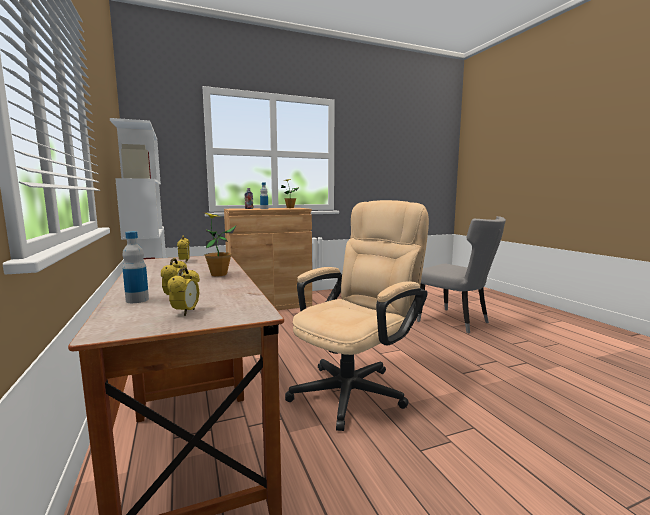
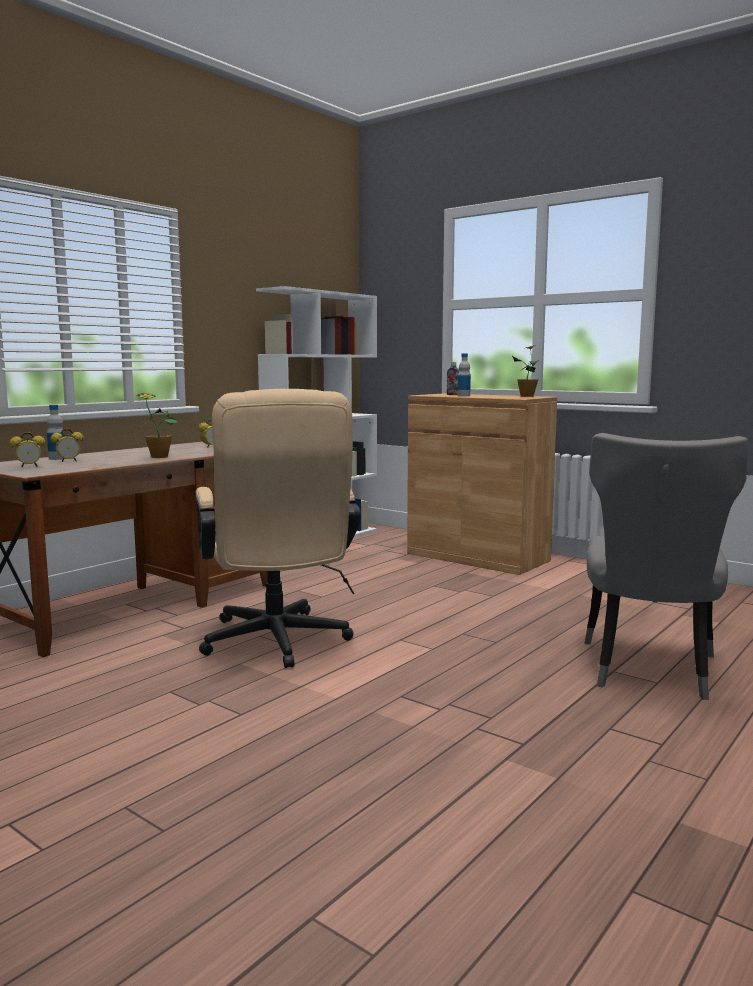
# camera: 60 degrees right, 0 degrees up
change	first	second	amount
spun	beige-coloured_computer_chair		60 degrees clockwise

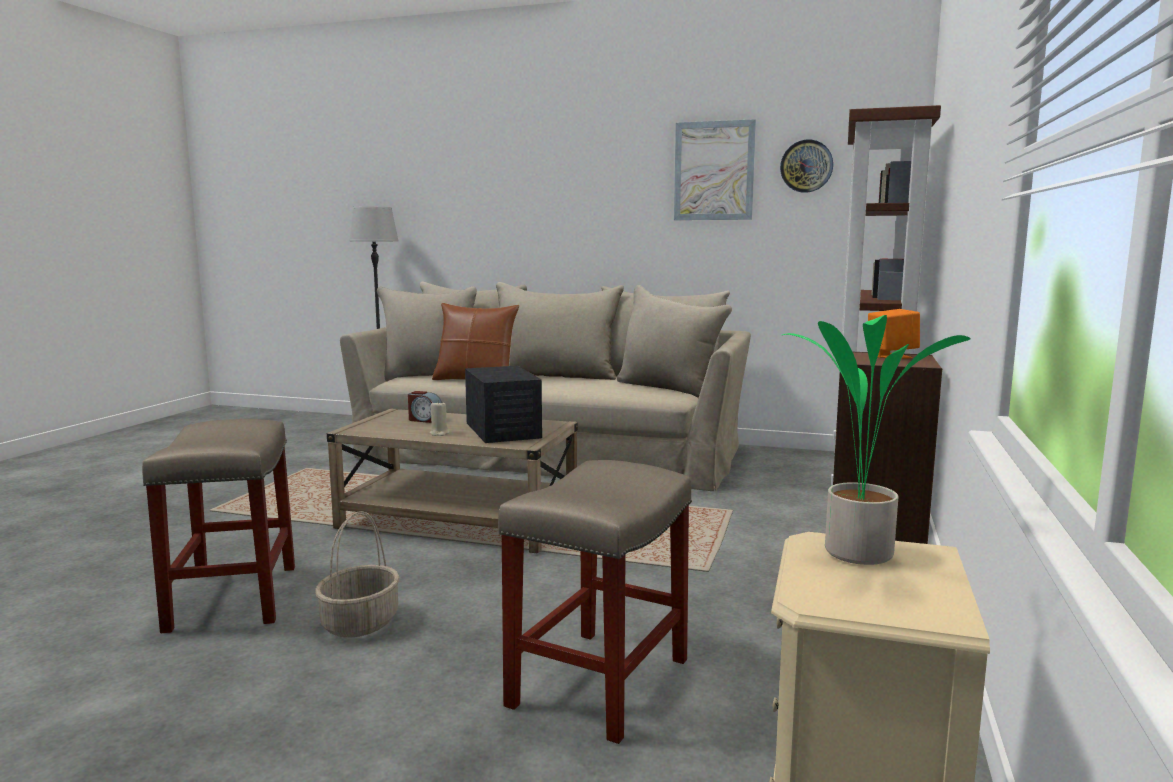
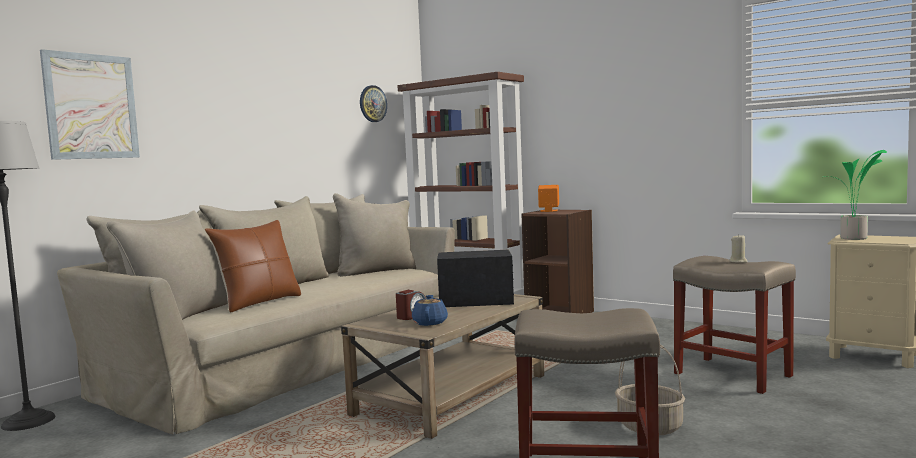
# camera: 70 degrees left, 5 degrees down
change	first	second	amount
appeared		blue-coloured_pot_for_tea	
relocated	beige-coloured_candle		
relocated	picture		

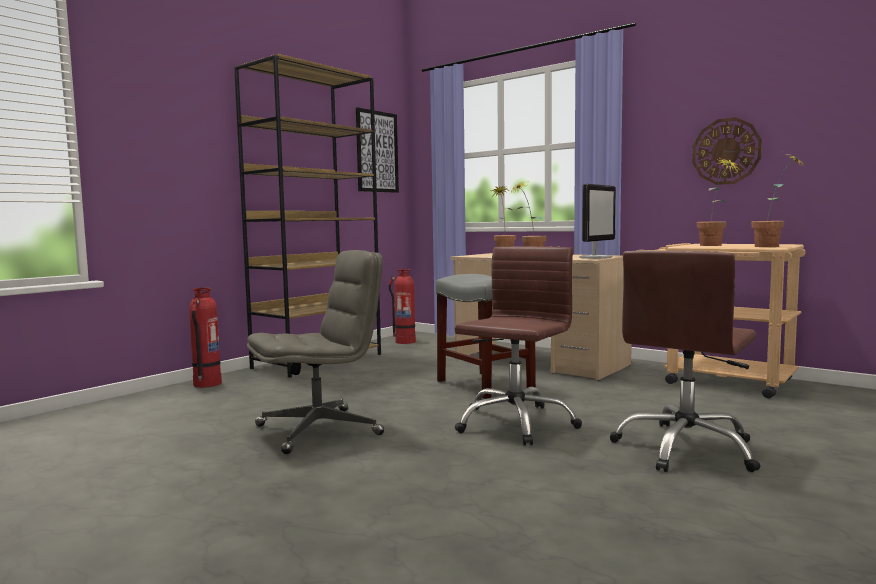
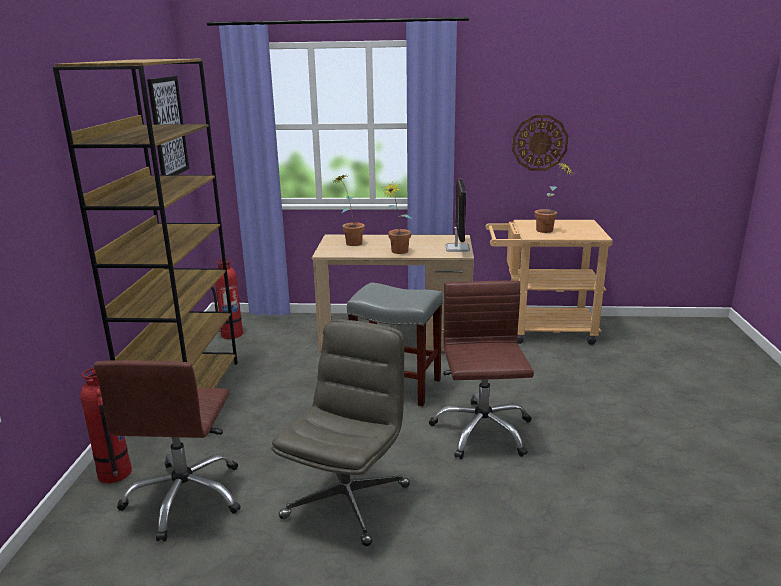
# camera: 35 degrees left, 15 degrees up
change	first	second	amount
missing	plant_in_a_pot (no. 4 from left)		
relocated	brownish_computer_chair (no. 2 from left in the first image)	brownish_computer_chair (no. 1 from left)	

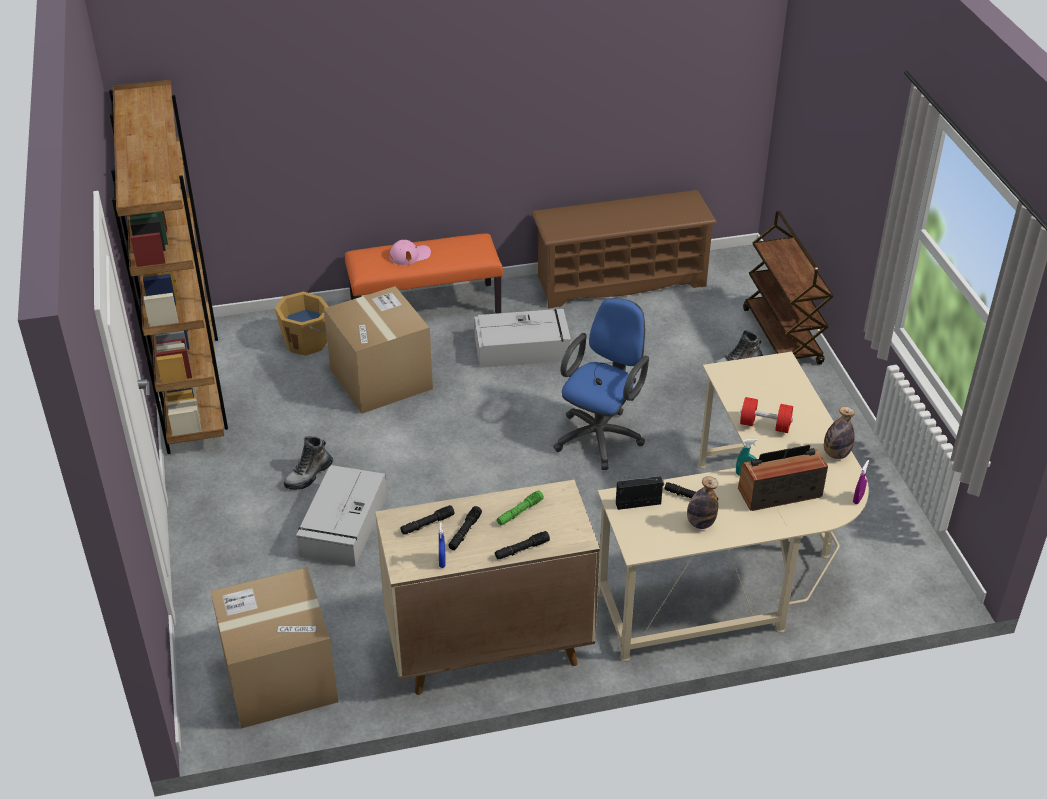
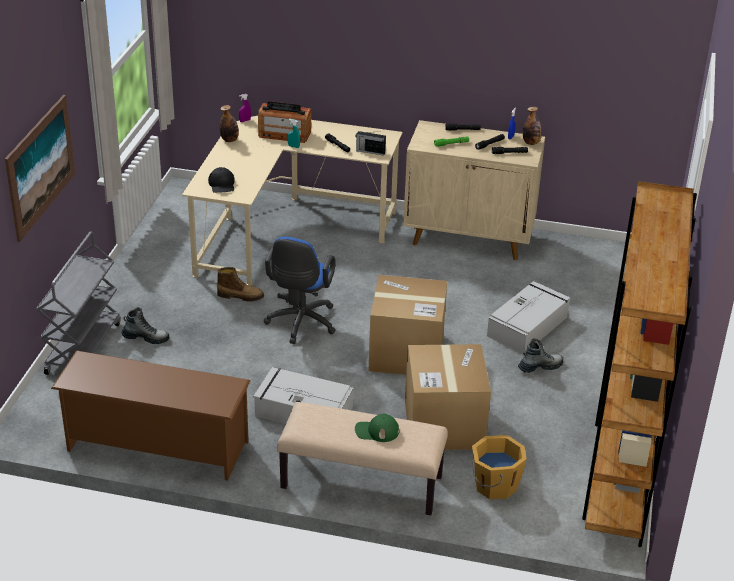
# camera: 155 degrees left, 5 degrees down
change	first	second	amount
missing	reddish_free_weight		
appeared		picture	
appeared		black-coloured_cap	
appeared		tall_boot (no. 2 from left)	
relocated	packing_box (no. 1 from left)		
relocated	drink_bottle (no. 1 from left in the first image)	drink_bottle (no. 2 from left)	
colour	orangey_bench	beige-coloured_bench	
colour	pink-coloured_cap	greenish_cap	
colour	brownish_cart	gray_cart	
spun	blue-coloured_computer_chair		45 degrees counterclockwise

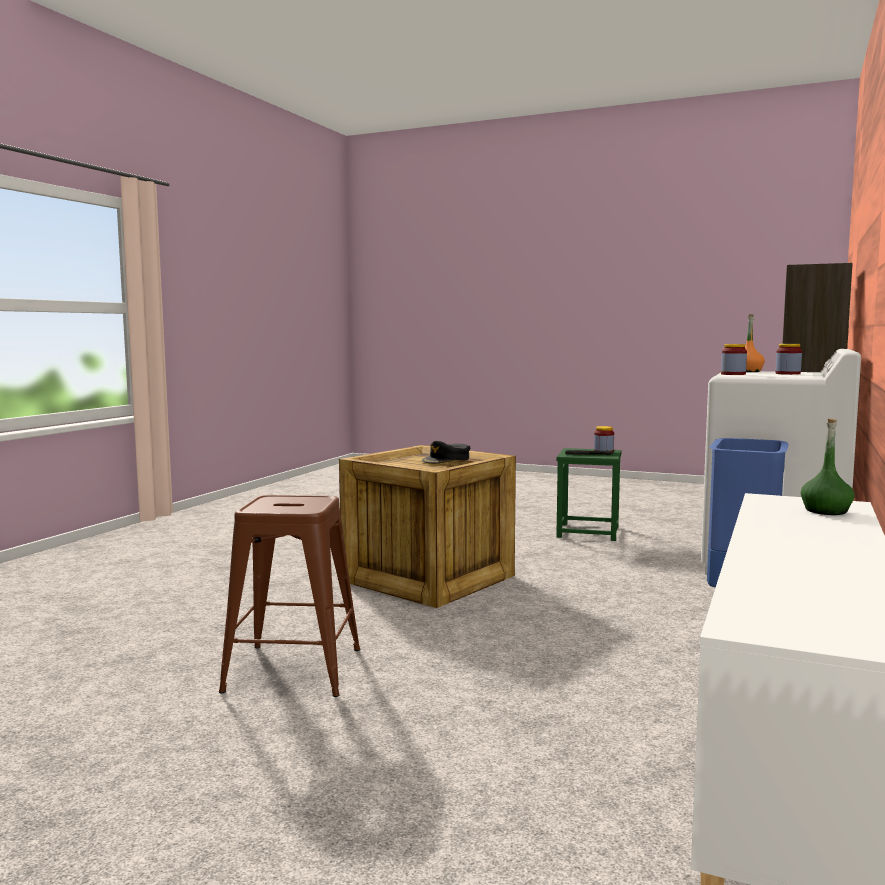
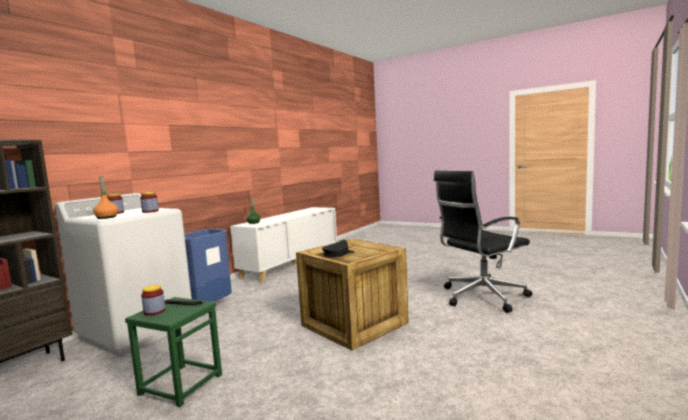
# camera: 170 degrees left, 0 degrees up
change	first	second	amount
missing	brownish_stool_seat		
appeared		black-coloured_computer_chair	

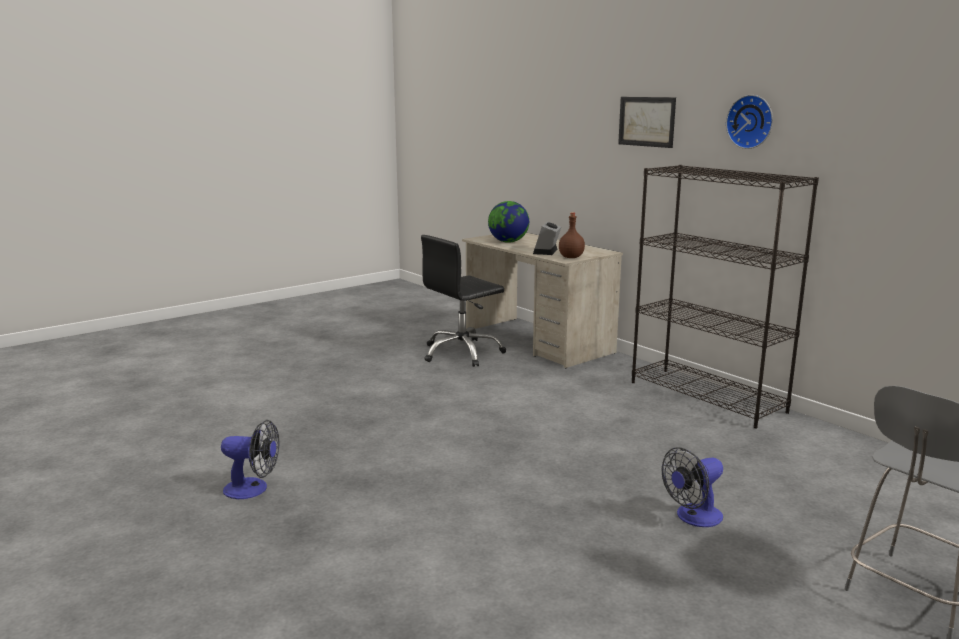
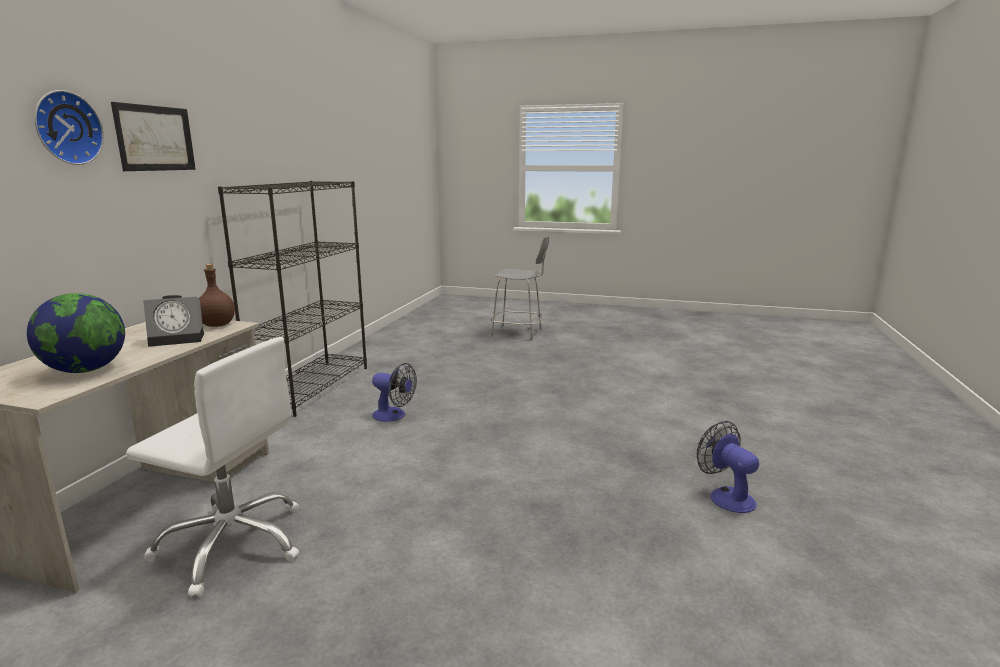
# camera: 125 degrees left, 0 degrees up
change	first	second	amount
relocated	fan (no. 2 from left in the first image)	fan (no. 1 from left)	
relocated	wall_clock		
colour	black-coloured_computer_chair	white-coloured_computer_chair	

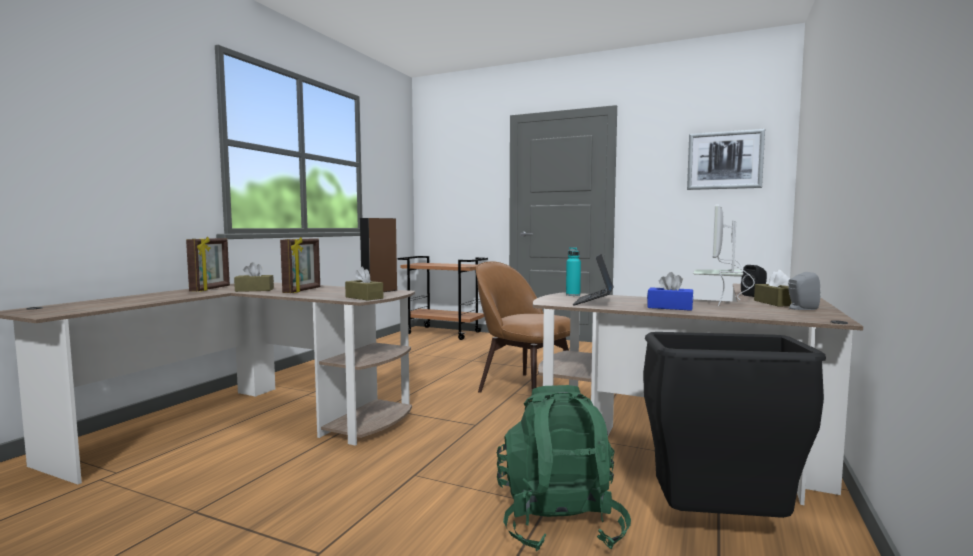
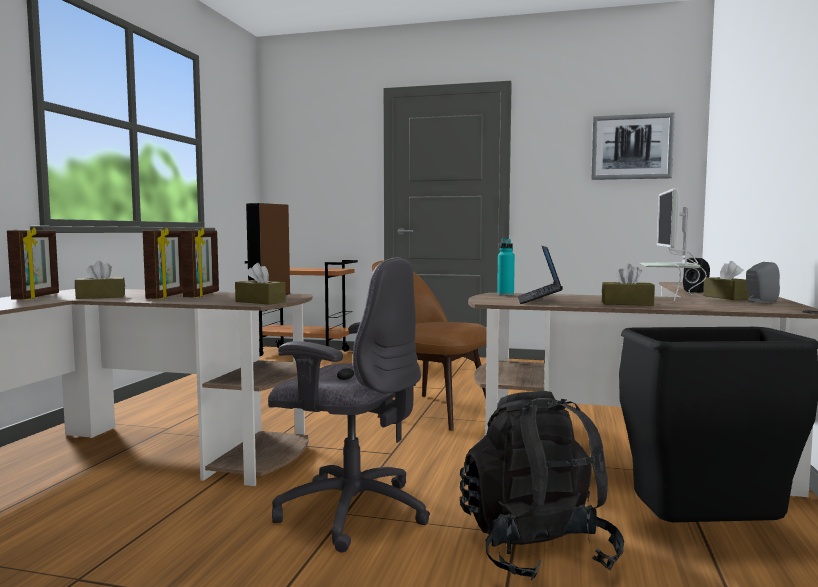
# camera: 10 degrees left, 0 degrees up
change	first	second	amount
appeared		standing_frame (no. 3 from left)	
appeared		gray_computer_chair	
colour	greenish_backpack	black-coloured_backpack	
colour	blue-coloured_tissue_box	brownish_tissue_box (no. 3 from left)	

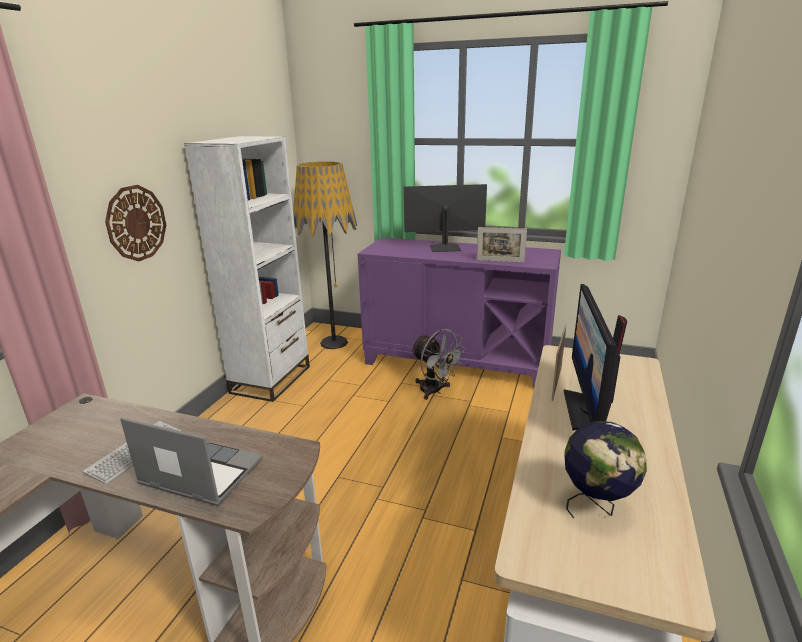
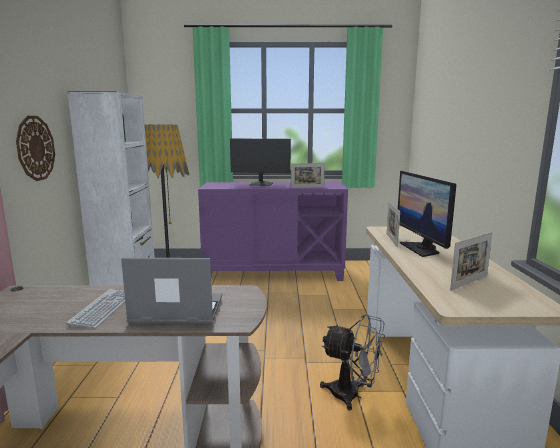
# camera: 20 degrees left, 10 degrees down
change	first	second	amount
relocated	gray_fan		
exchanged	desk_globe	standing_frame (no. 3 from left)	
spun	computer_screen (no. 1 from left)		150 degrees counterclockwise

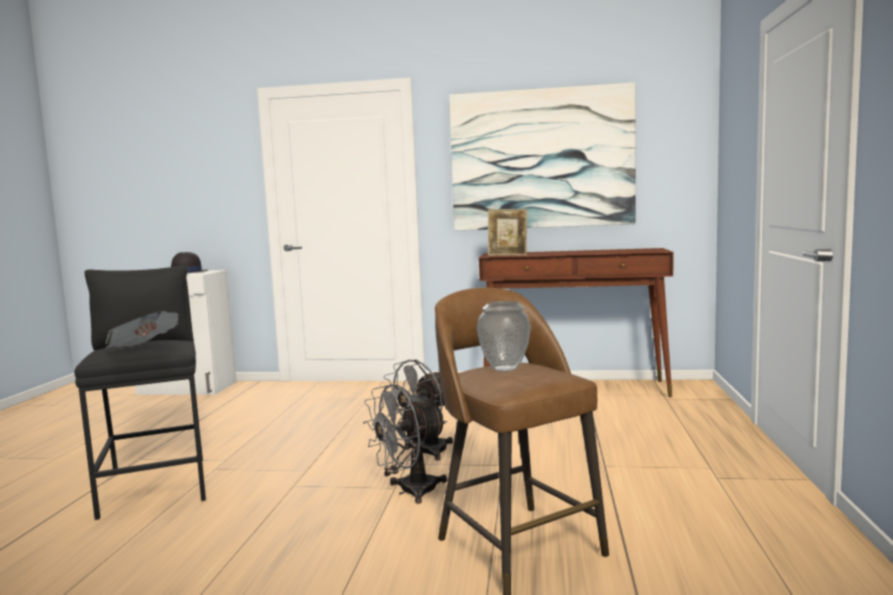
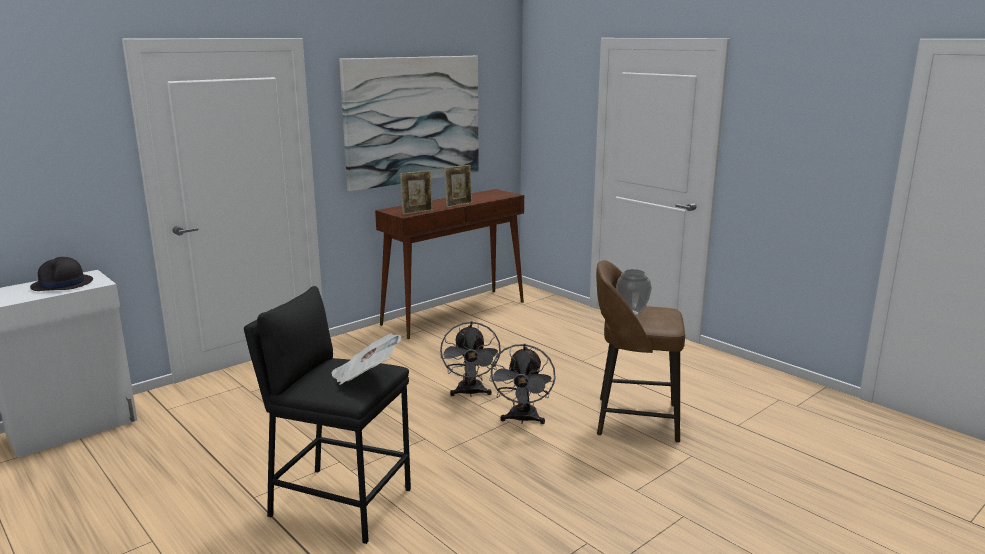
# camera: 50 degrees left, 10 degrees up
change	first	second	amount
appeared		standing_frame (no. 2 from left)	

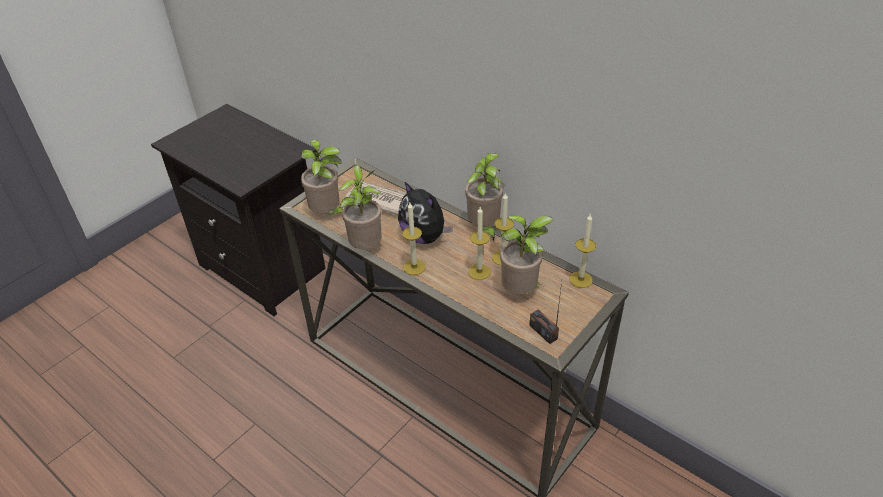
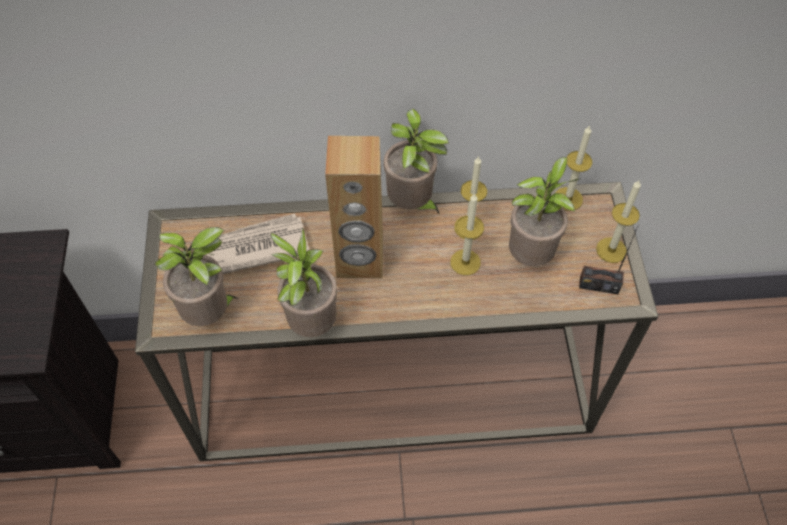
# camera: 45 degrees left, 15 degrees up
change	first	second	amount
relocated	candle (no. 1 from left in the first image)	candle (no. 4 from left)	
exchanged	plush_toy	brownish_loudspeaker	

